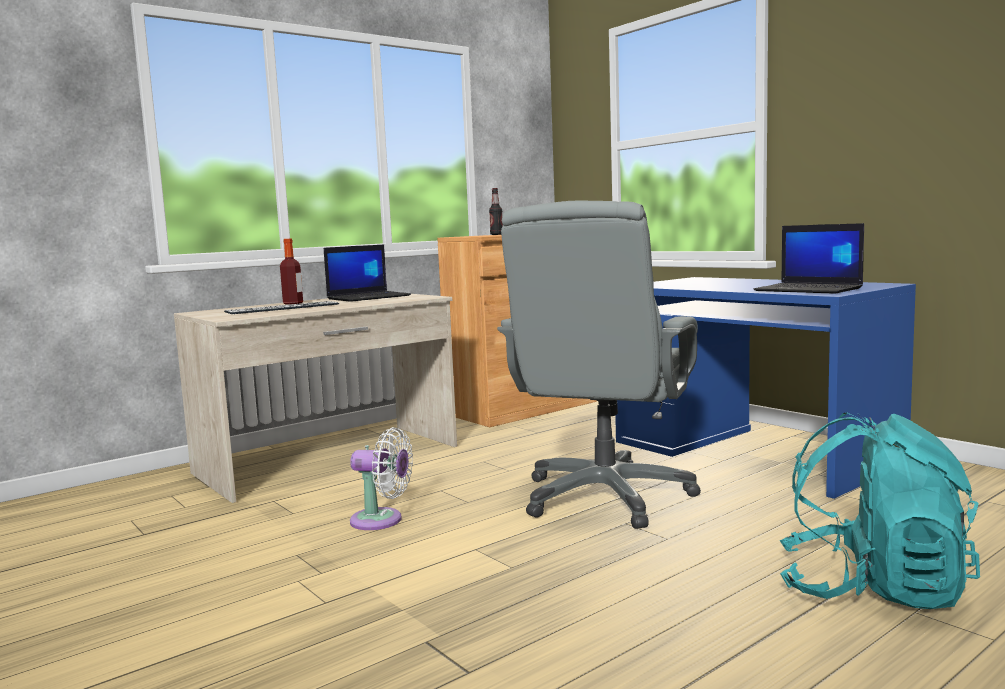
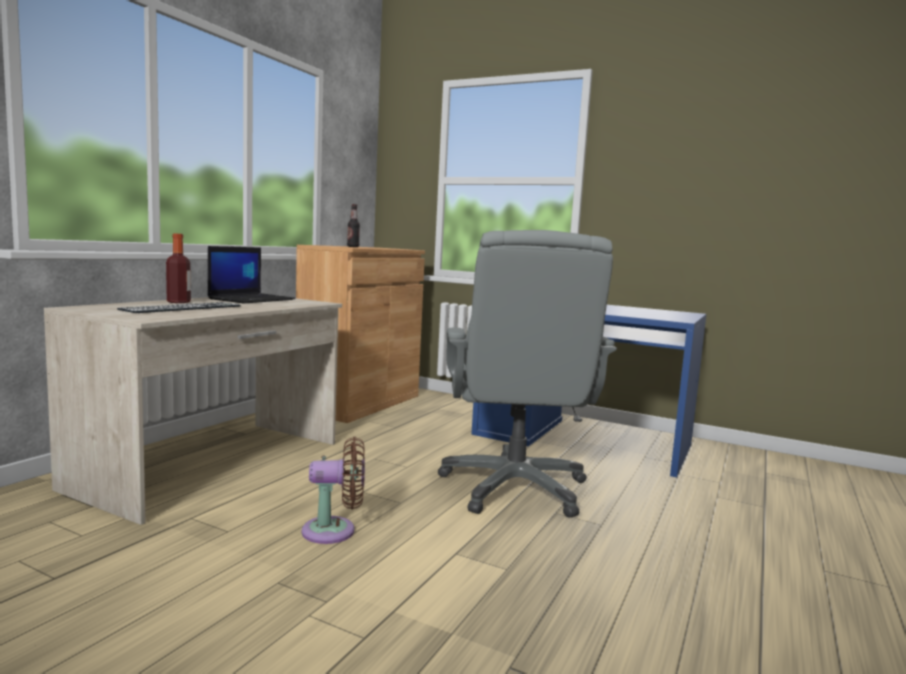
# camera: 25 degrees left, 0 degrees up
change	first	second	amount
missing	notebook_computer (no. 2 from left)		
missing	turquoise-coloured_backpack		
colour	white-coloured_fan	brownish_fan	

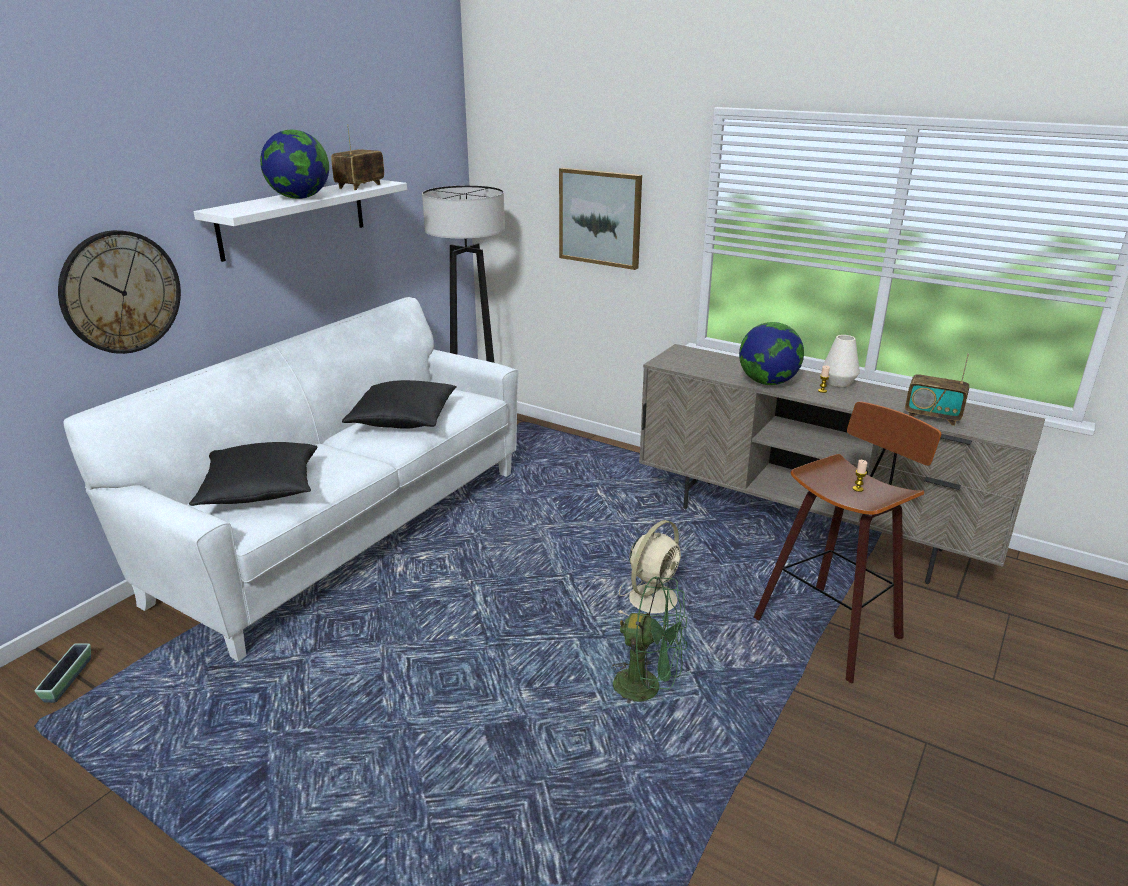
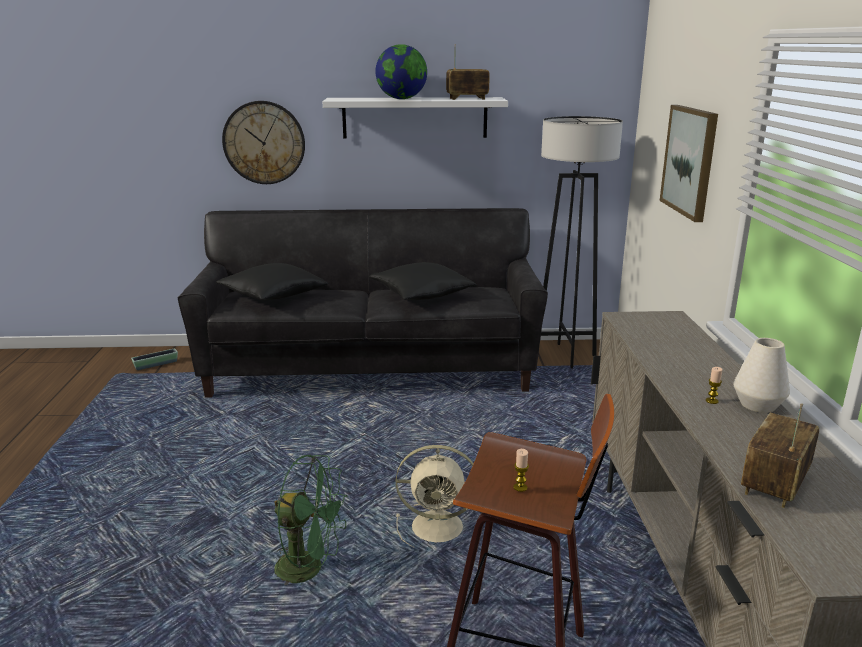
# camera: 55 degrees right, 5 degrees down
change	first	second	amount
missing	desk_globe (no. 2 from left)		
colour	white-coloured_sofa	black-coloured_sofa	
spun	greenish_fan		60 degrees counterclockwise
spun	radio_set (no. 2 from left)		45 degrees clockwise

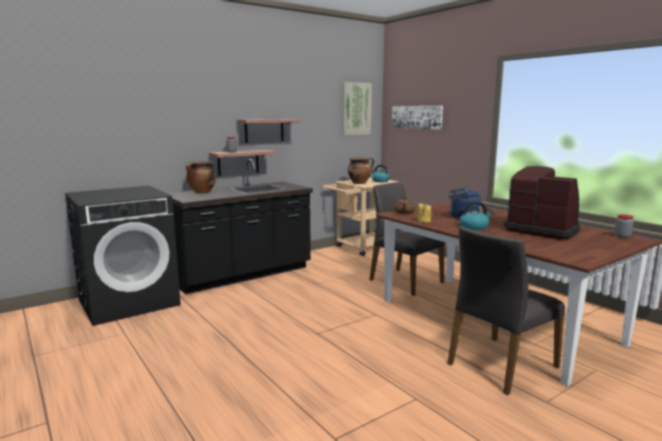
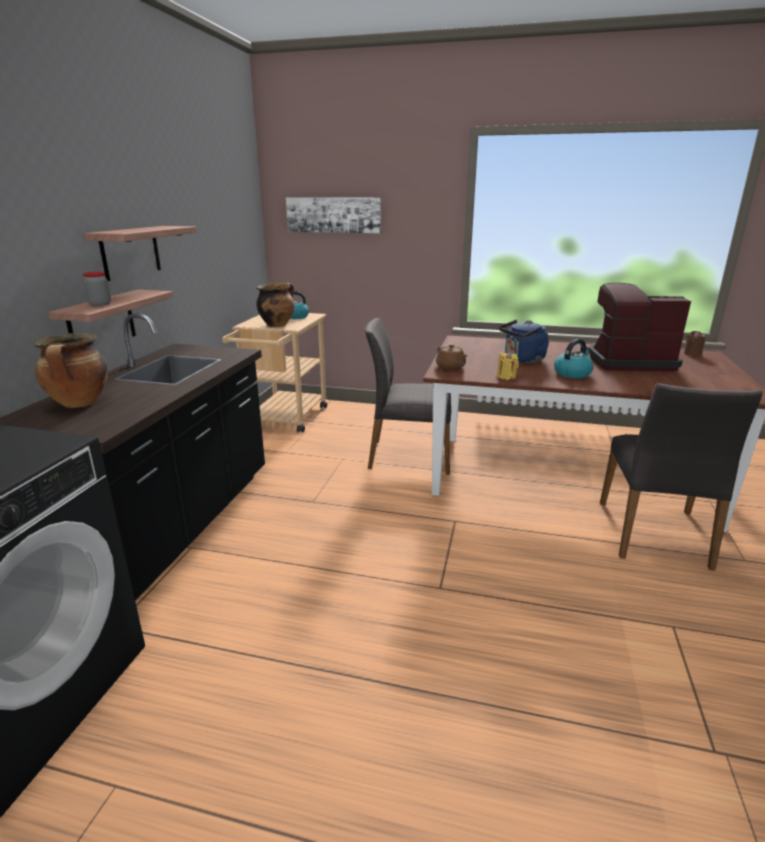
# camera: 40 degrees left, 10 degrees up
change	first	second	amount
missing	picture (no. 1 from left)		
exchanged	jar (no. 2 from left)	brownish_candle	

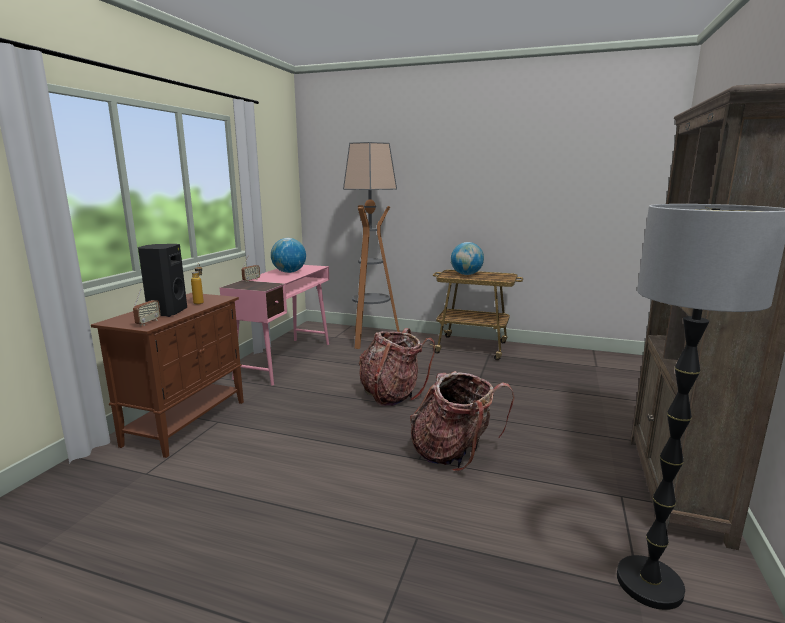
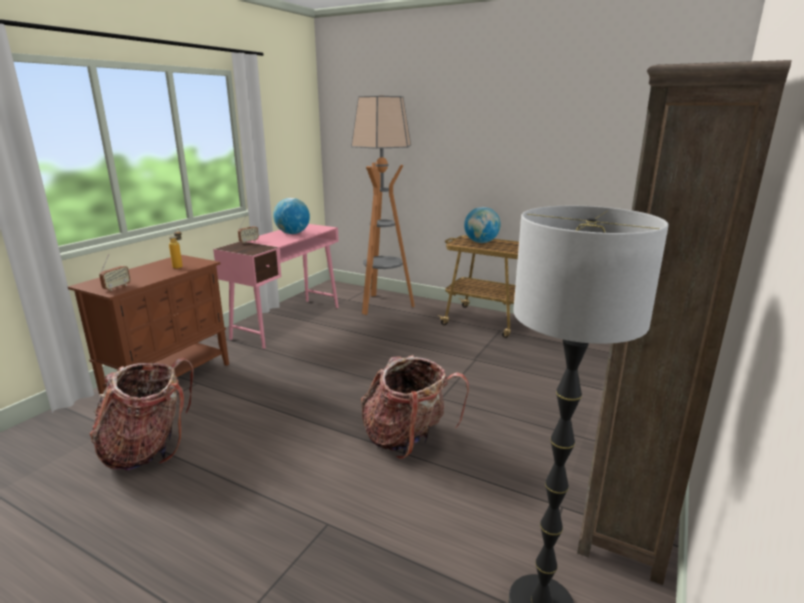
# camera: 10 degrees right, 5 degrees up
change	first	second	amount
missing	black-coloured_loudspeaker		
relocated	backpack (no. 1 from left)		

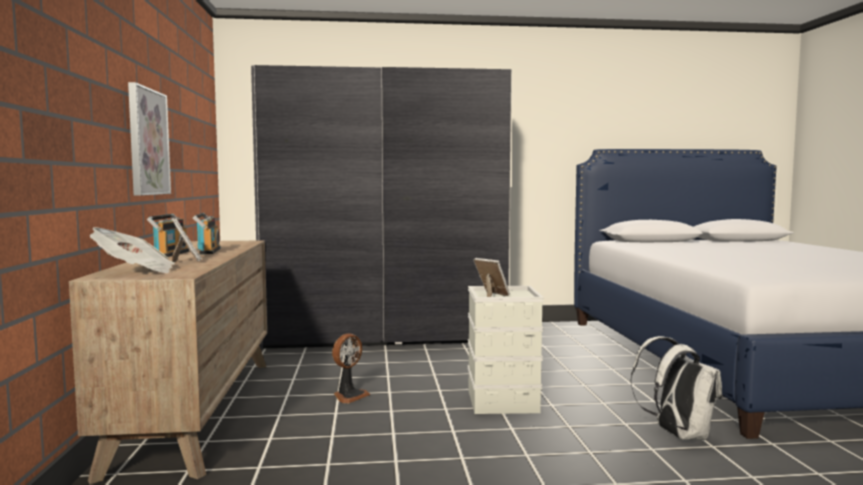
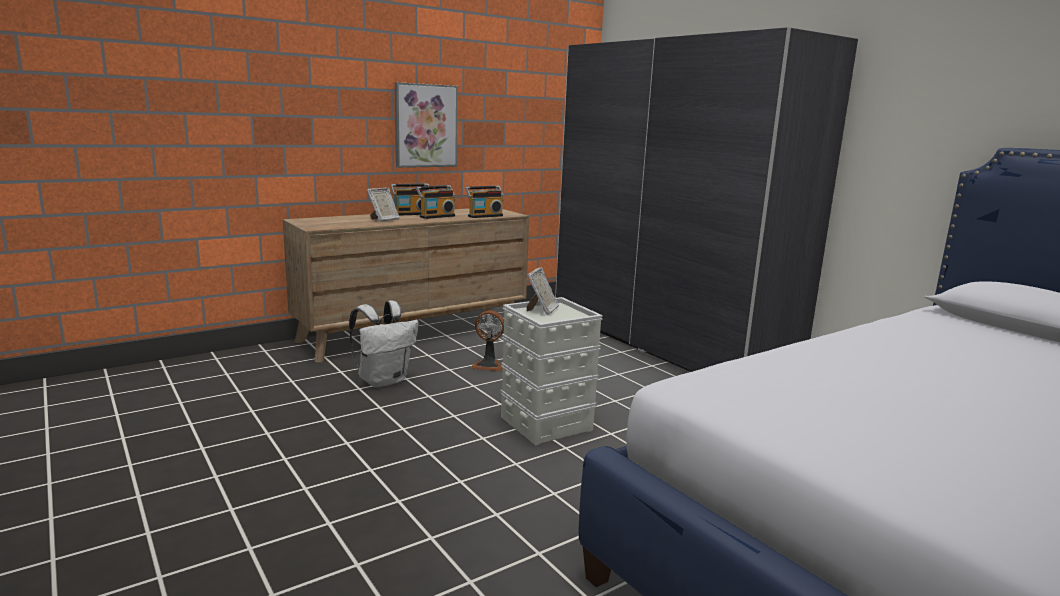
# camera: 60 degrees right, 10 degrees up
change	first	second	amount
missing	daily_paper		
appeared		radio_set (no. 3 from left)	
relocated	white-coloured_backpack		

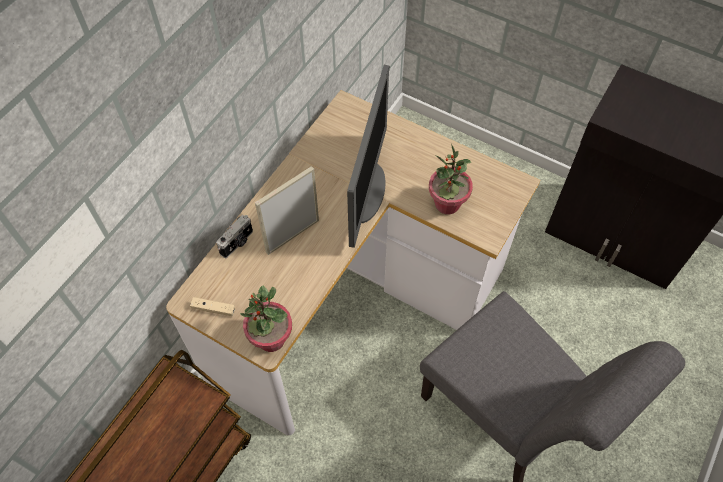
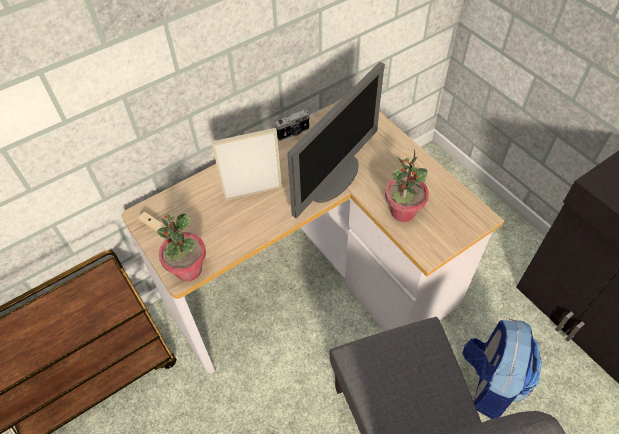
# camera: 25 degrees right, 5 degrees down
change	first	second	amount
appeared		backpack	
relocated	still_camera		

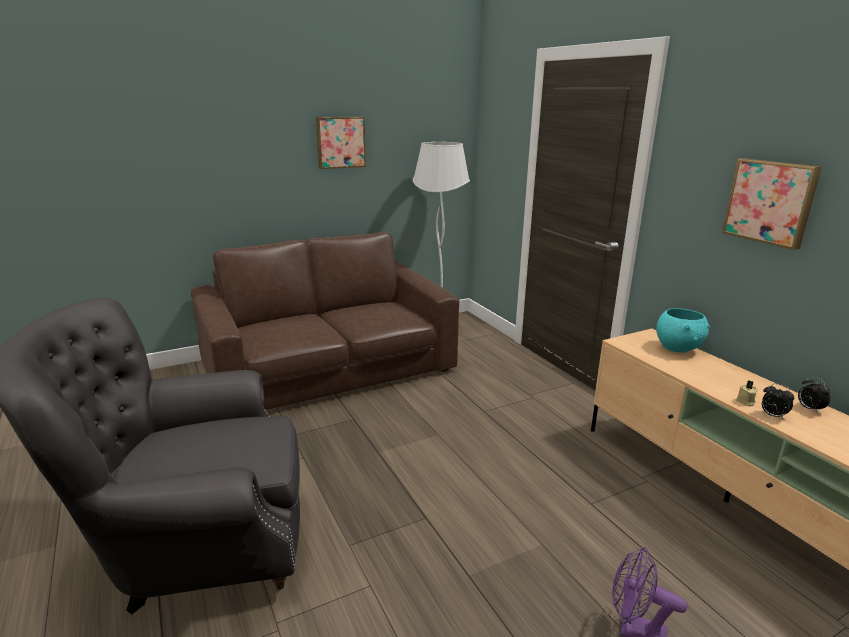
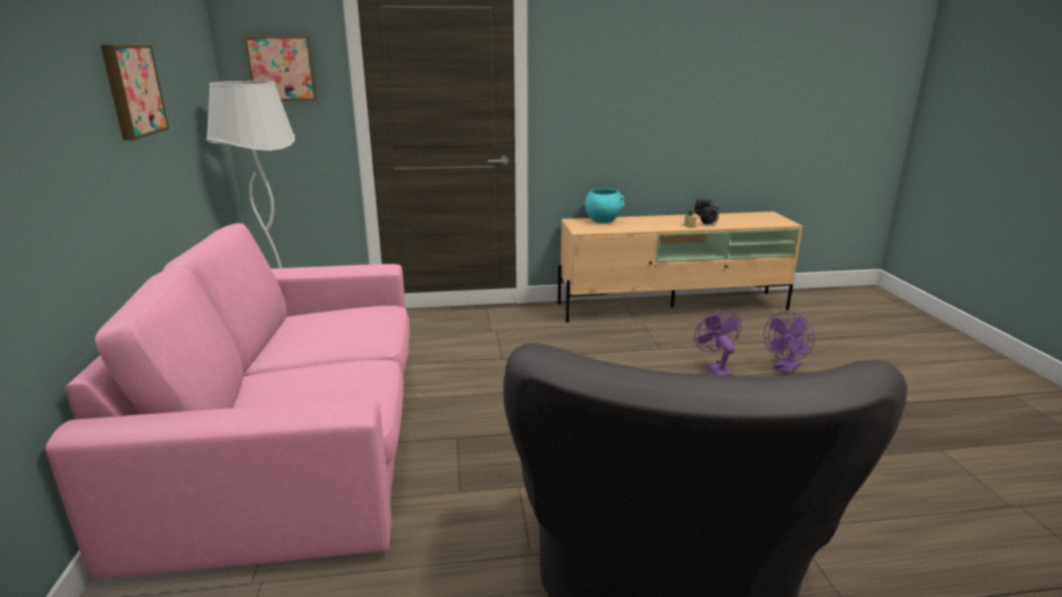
# camera: 70 degrees left, 0 degrees up
change	first	second	amount
appeared		purplish_fan (no. 1 from left)	
relocated	picture (no. 2 from left)		
colour	brownish_sofa	pink-coloured_sofa	

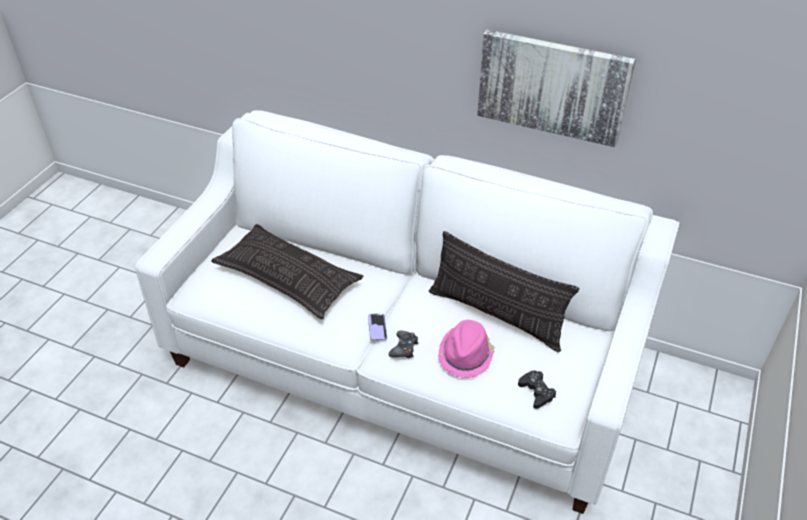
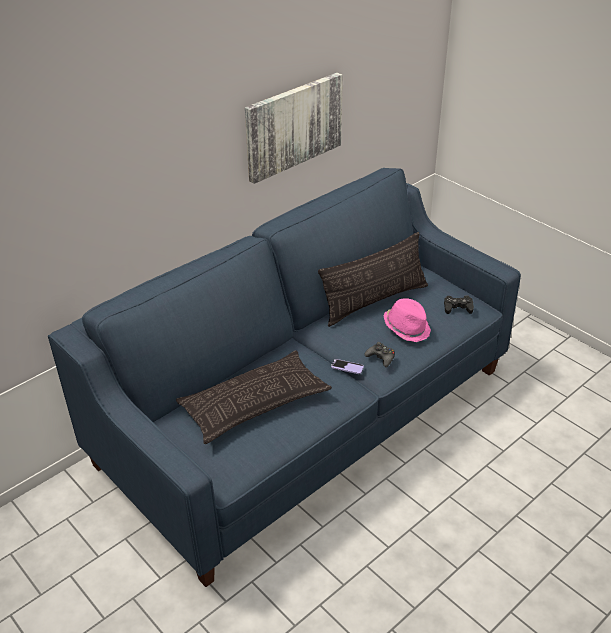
# camera: 65 degrees left, 5 degrees down
change	first	second	amount
colour	white-coloured_sofa	blue-coloured_sofa	

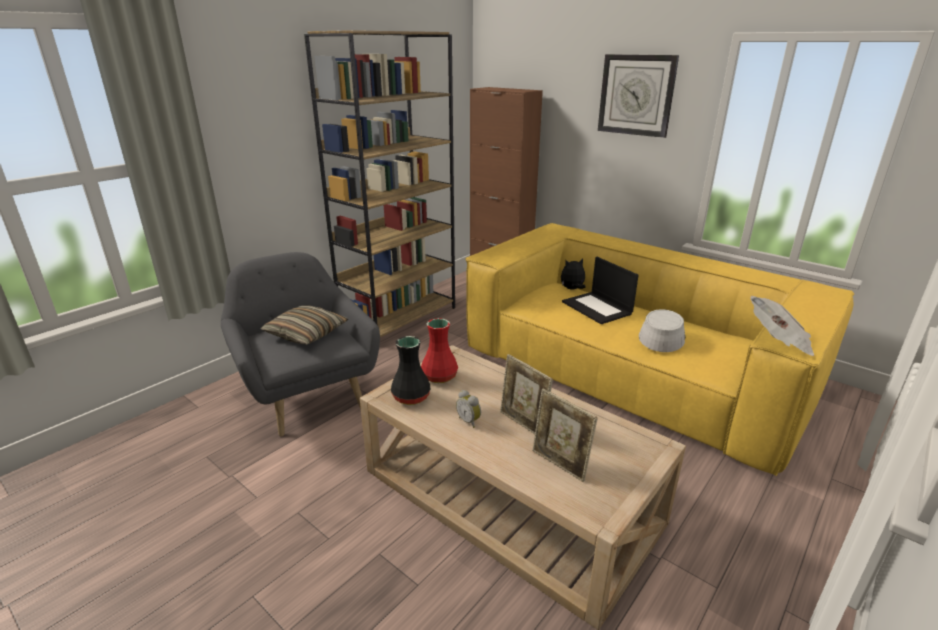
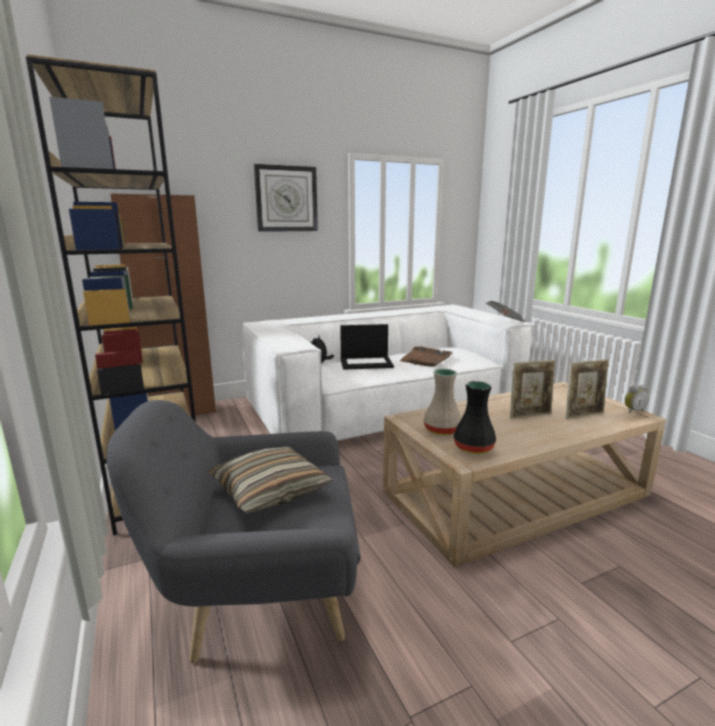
# camera: 65 degrees left, 10 degrees down
change	first	second	amount
relocated	bedside_clock		
exchanged	gray_wearable_hat	brownish_tray	
colour	reddish_vase	beige-coloured_vase	
colour	yellow-coloured_sofa	white-coloured_sofa	

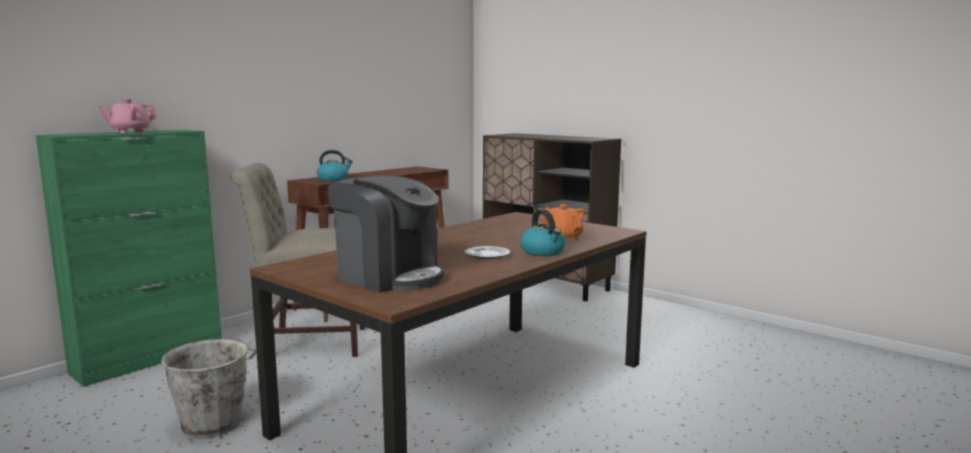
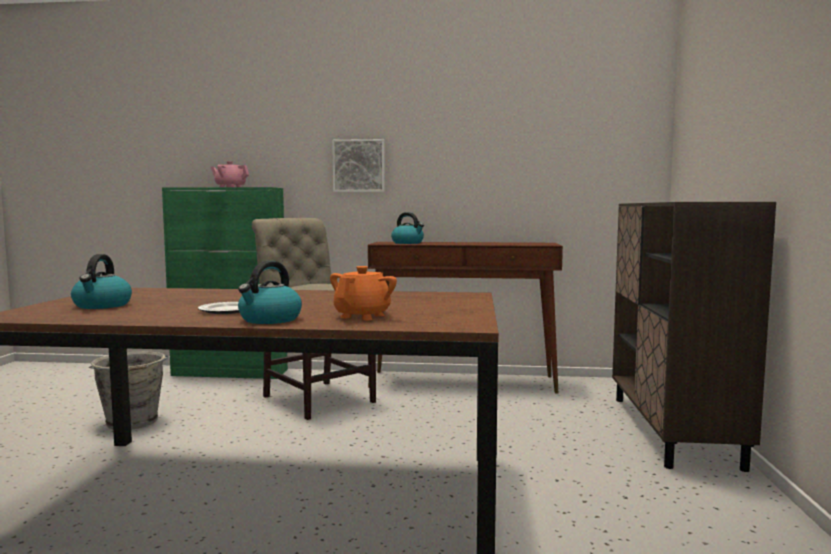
# camera: 55 degrees right, 5 degrees down
change	first	second	amount
appeared		picture	
exchanged	coffee_machine	kettle (no. 1 from left)	

